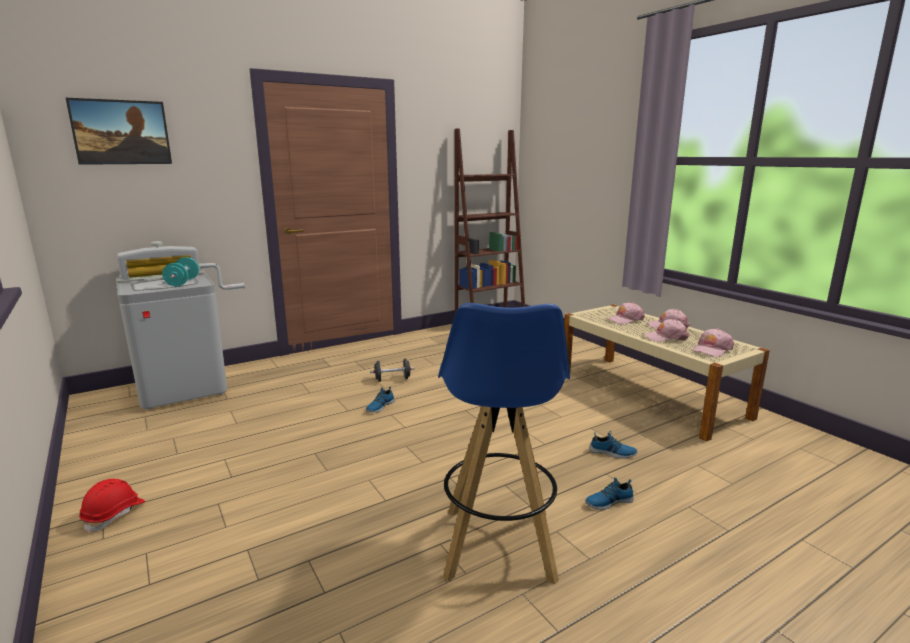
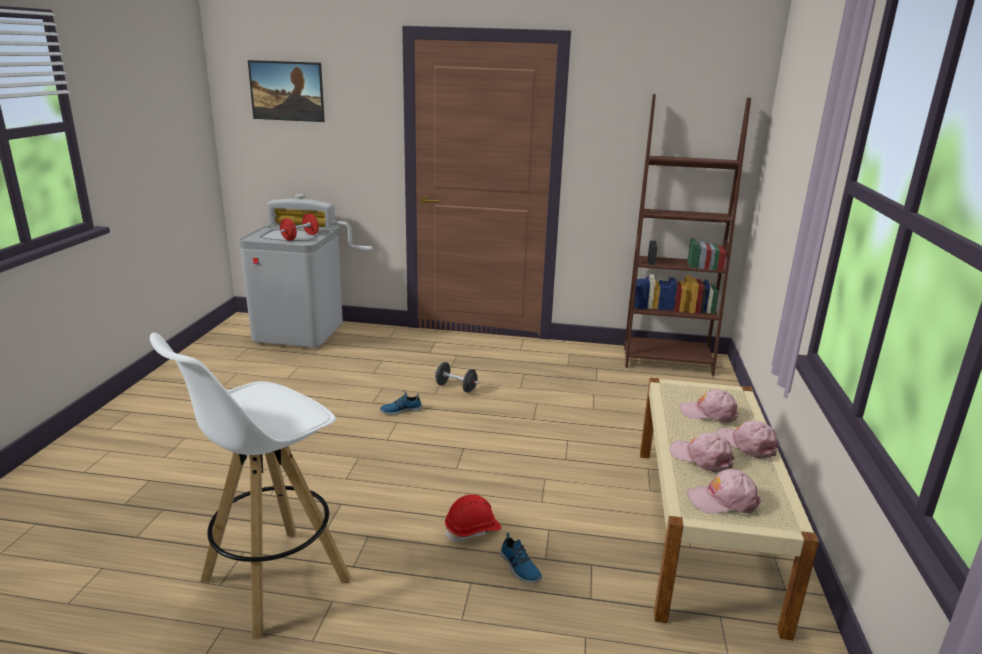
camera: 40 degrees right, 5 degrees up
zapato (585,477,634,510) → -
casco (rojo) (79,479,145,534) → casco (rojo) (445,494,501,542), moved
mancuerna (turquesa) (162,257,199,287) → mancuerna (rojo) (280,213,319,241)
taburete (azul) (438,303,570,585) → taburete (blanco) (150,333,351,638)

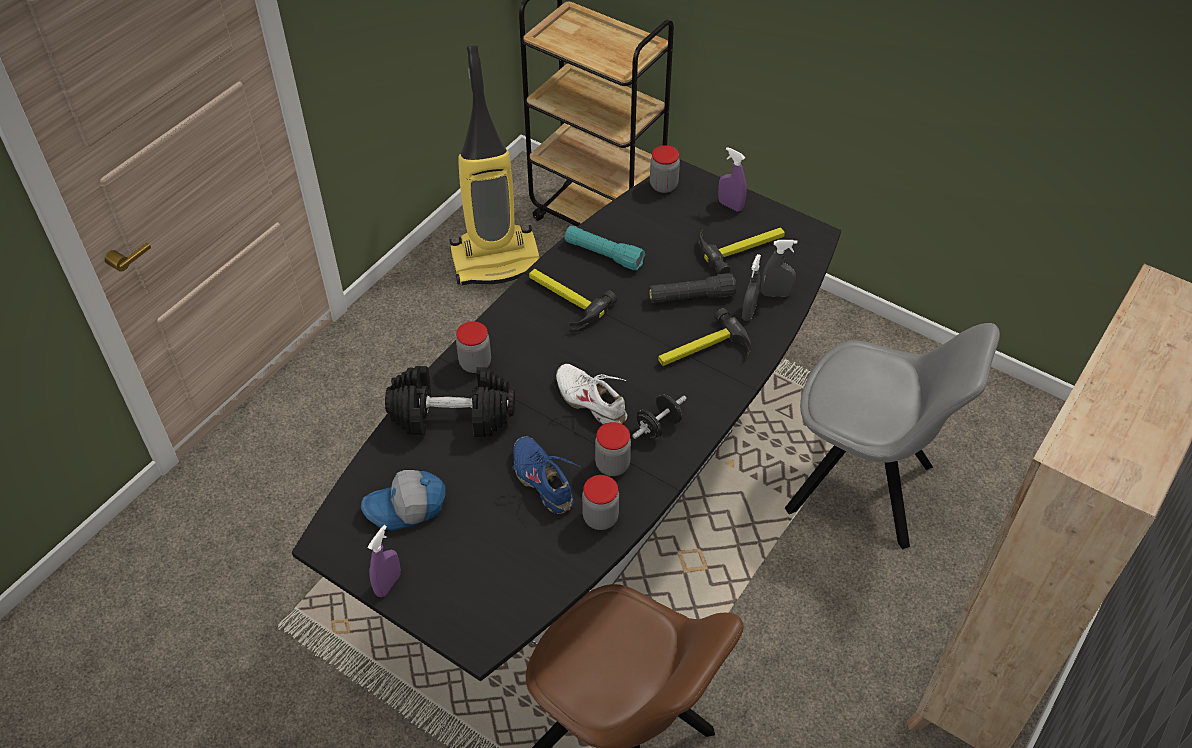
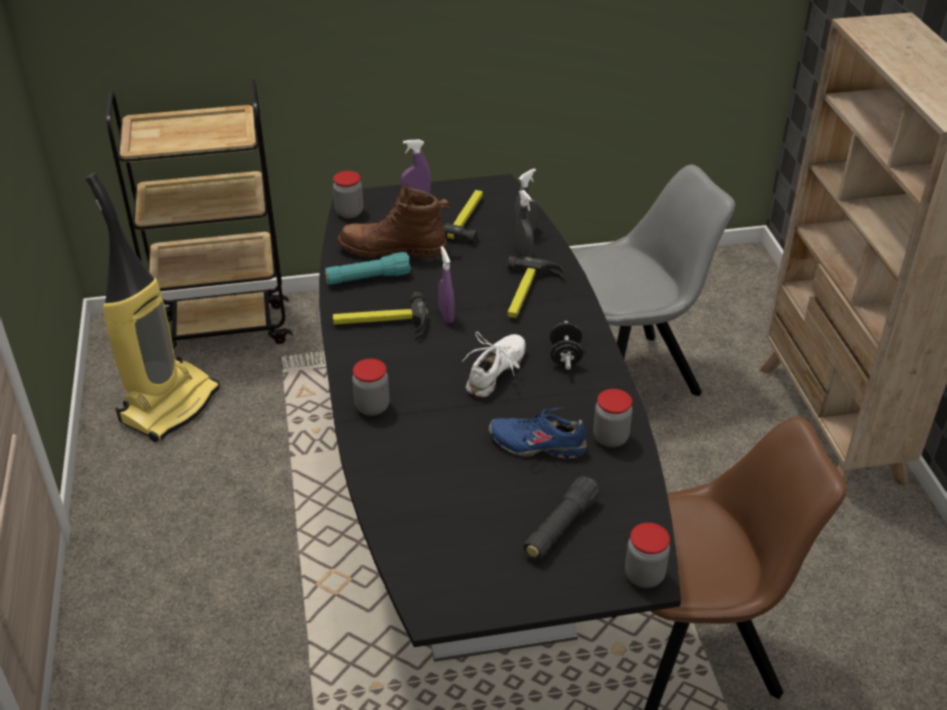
camera: 45 degrees left, 10 degrees down
gorra (361,470,446,530) → -
mancuerna (negro) (385,366,515,437) → -
- → bota (marrón) (337,183,450,258)
pulverizador (morado) (367,525,401,597) → pulverizador (morado) (438,246,455,323), moved
tarro (595,422,631,476) → tarro (625,523,670,588), moved
linterna (negro) (649,273,736,303) → linterna (negro) (523,476,600,560), moved
zapato (blanco) (556,364,627,425) → zapato (blanco) (462,332,526,398), 120 degrees clockwise

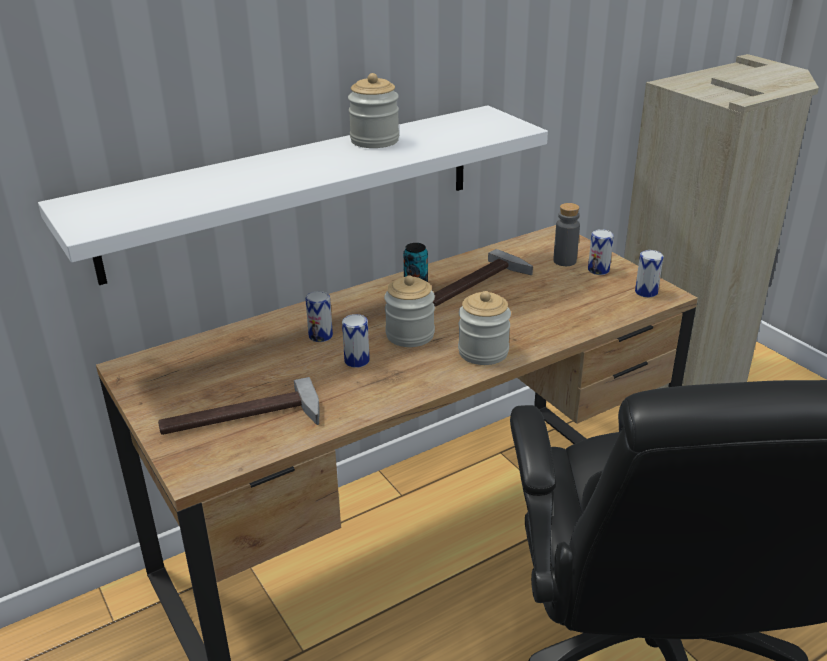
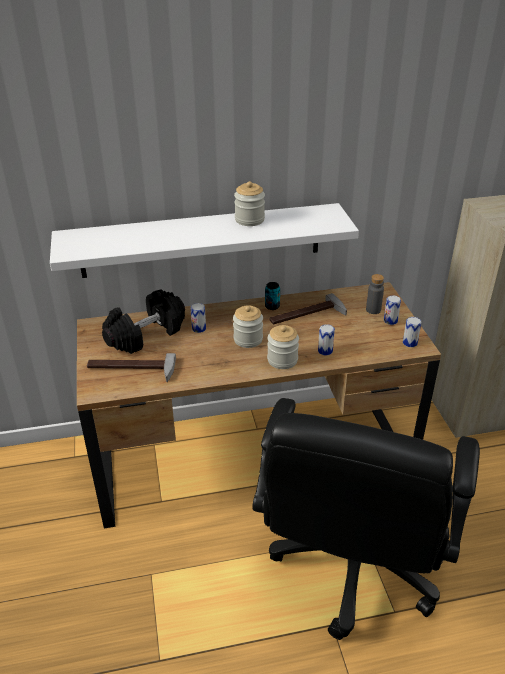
camera: 20 degrees right, 5 degrees up
- → mancuerna (negro) (102,289,185,354)
lata (342,314,370,368) → lata (318,324,335,355), moved

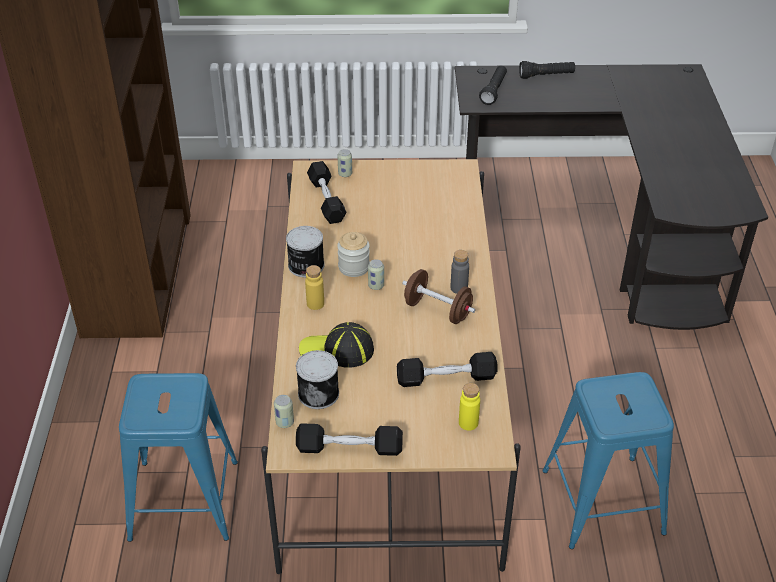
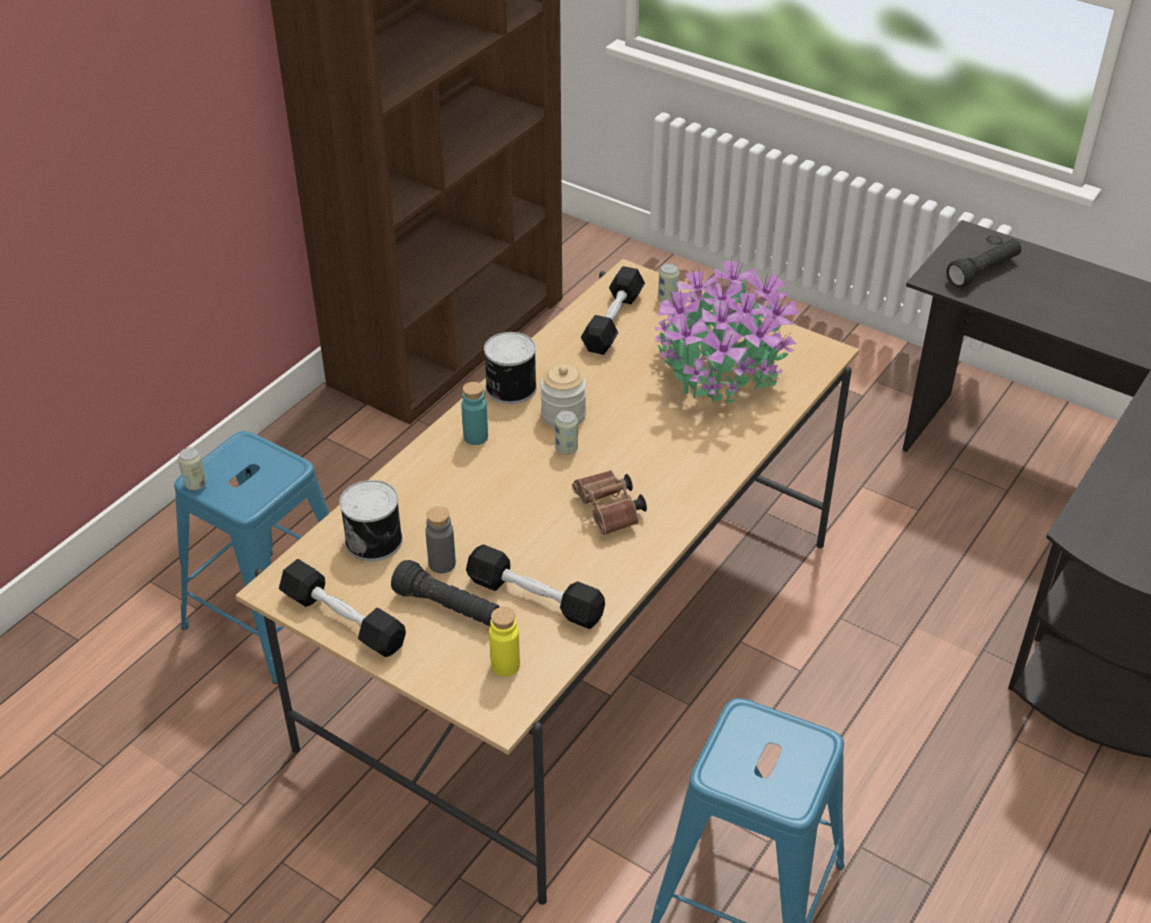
camera: 35 degrees right, 0 degrees up
gorra (299,322,374,368) → -
- → planta en maceta (654,259,799,404)
lata (274,395,294,428) → lata (178,447,206,490), moved
botella (gris) (451,250,469,294) → botella (gris) (426,506,456,574), moved
linterna (negro) (519,61,575,79) → linterna (negro) (391,560,500,626), moved
mancuerna (marrón) (402,269,476,324) → prismáticos (marrón) (572,470,647,535)
botella (amarillo) (305,265,324,310) → botella (turquesa) (461,382,488,445)

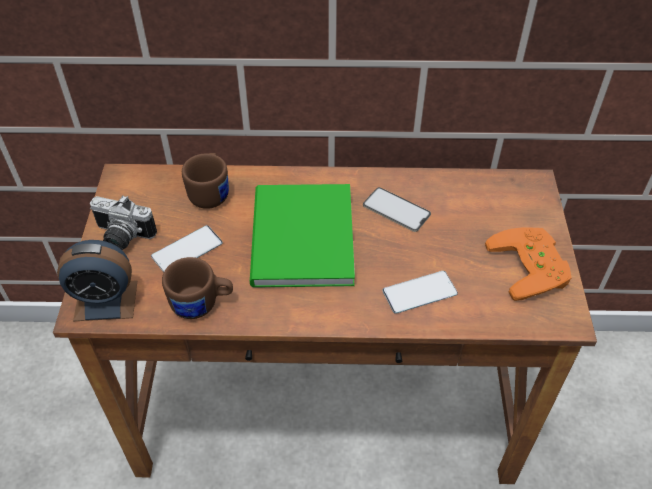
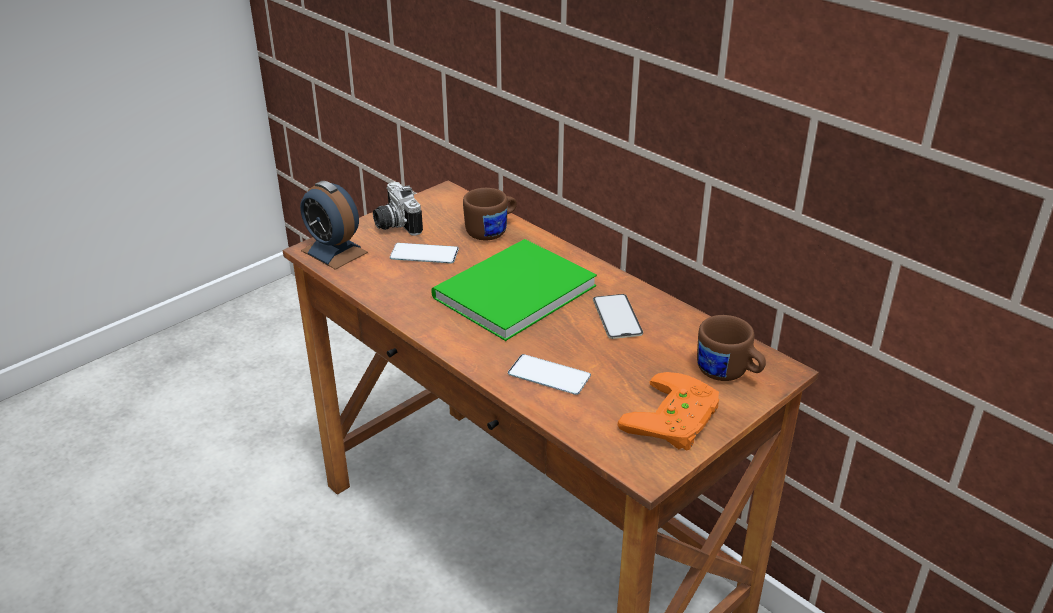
camera: 45 degrees right, 15 degrees down
taza grande (marrón) (162,257,233,319) → taza grande (marrón) (697,315,766,381), moved

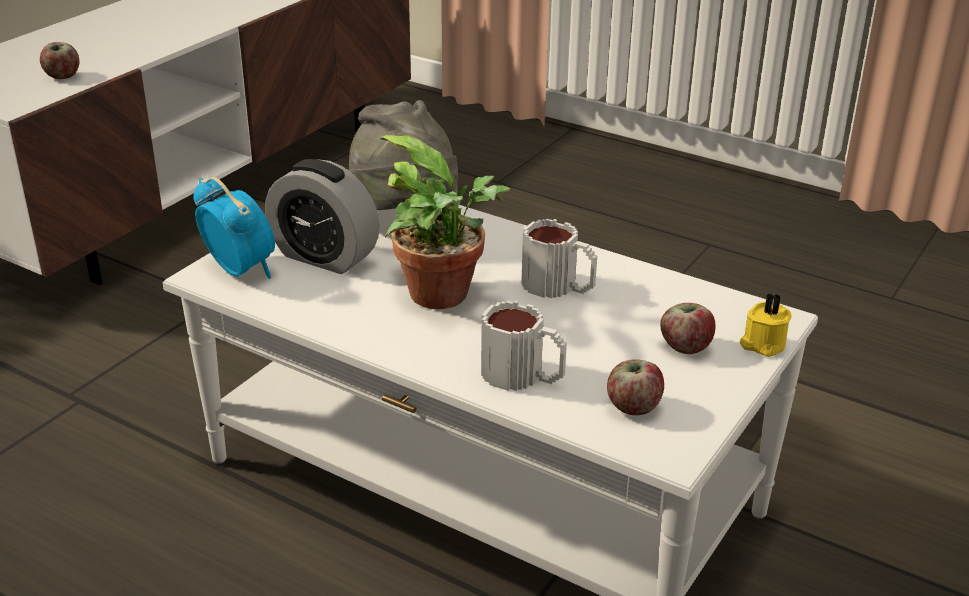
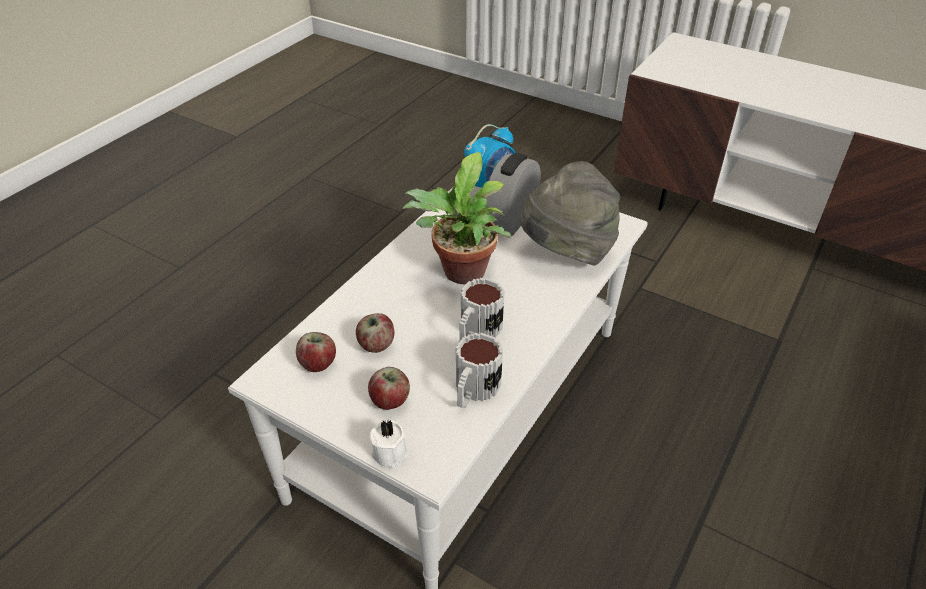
camera: 90 degrees right, 10 degrees up
manzana (40,42,80,79) → manzana (356,313,395,353), moved
taza grande (481,301,567,391) → taza grande (456,333,503,408), moved
vela (amarillo) (740,293,792,357) → vela (blanco) (369,420,409,469)

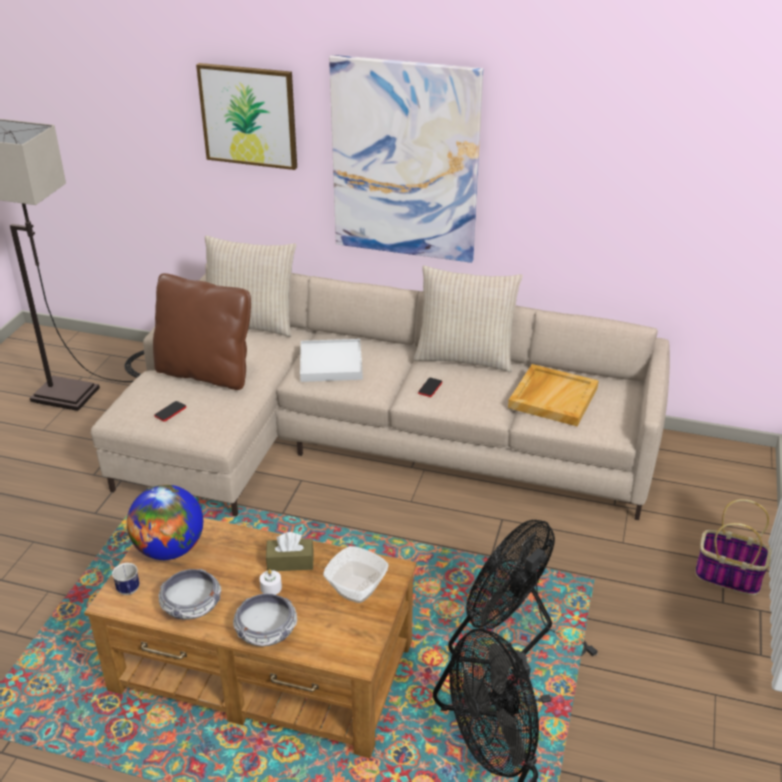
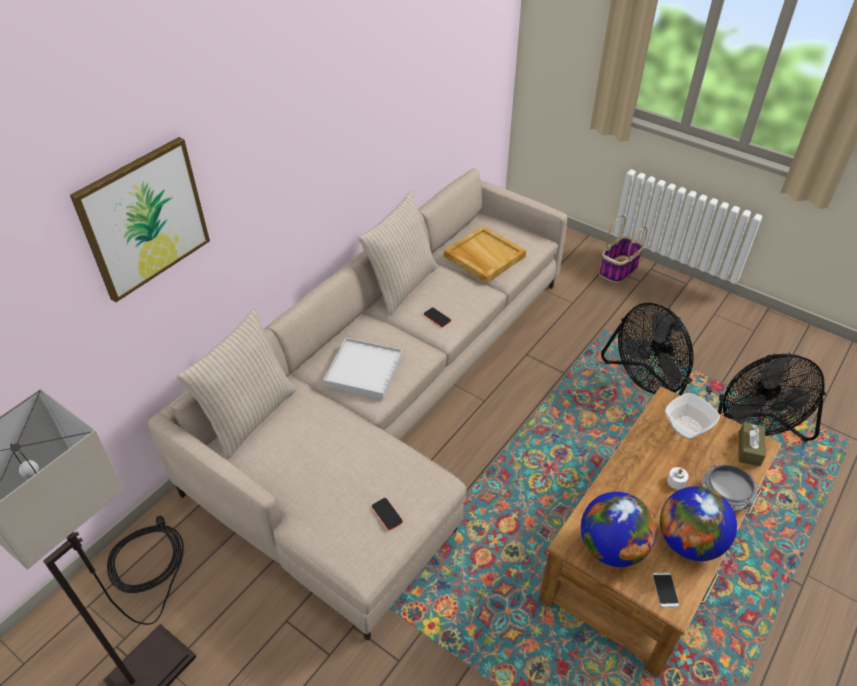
camera: 70 degrees left, 10 degrees up
cojín (marrón) (153,273,251,390) → -
cuadro (329,55,483,263) → -
caja de pañuelos (marrón) (266,532,313,571) → caja de pañuelos (marrón) (738,422,766,467), moved
taza grande (112,563,140,595) → móvil (652,572,679,607)
cuenco (159,569,221,620) → globo terráqueo (660,486,737,561)

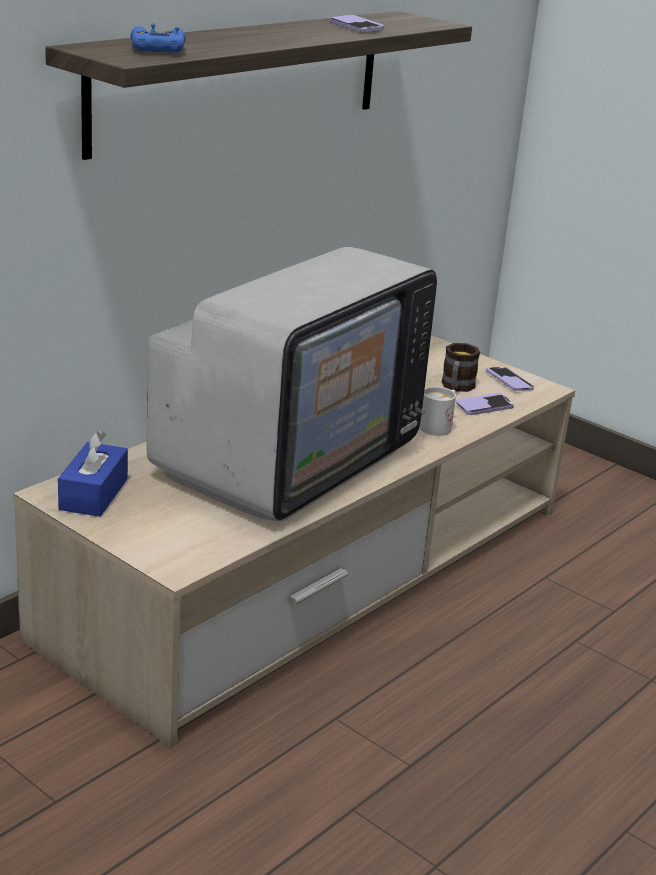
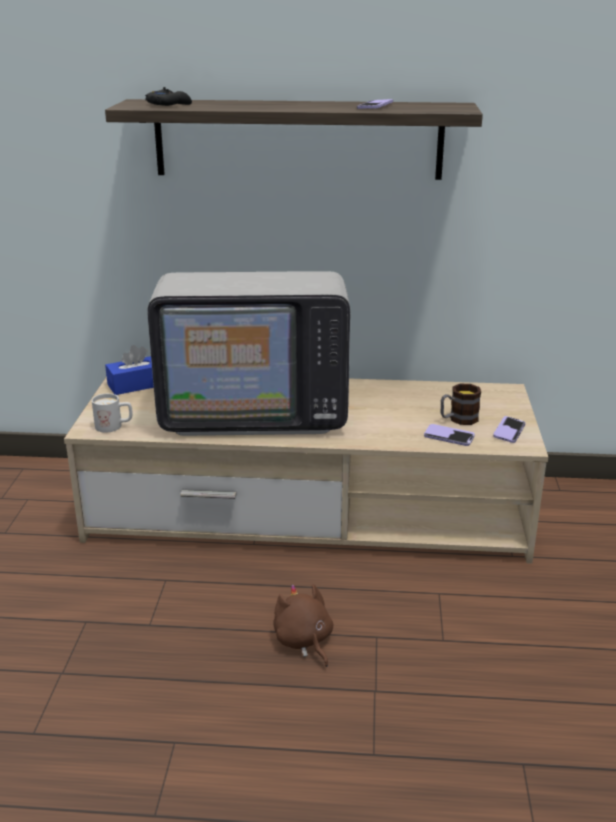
camera: 55 degrees right, 0 degrees up
- → peluche (marrón) (273,584,333,667)
taza grande (blanco) (419,387,456,436) → taza grande (blanco) (92,393,133,433), moved
mando de consola (azul) (131,24,186,52) → mando de consola (negro) (145,87,192,106)

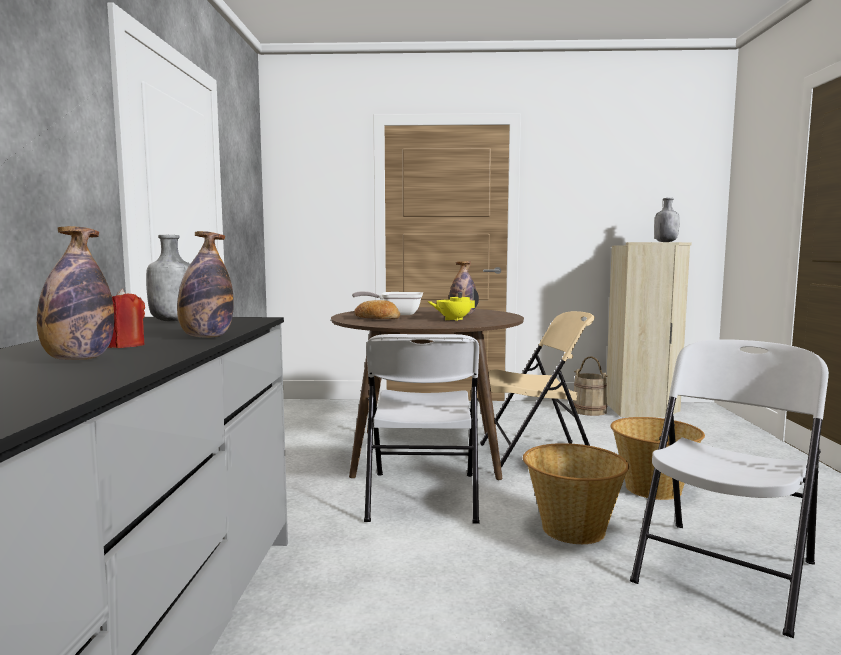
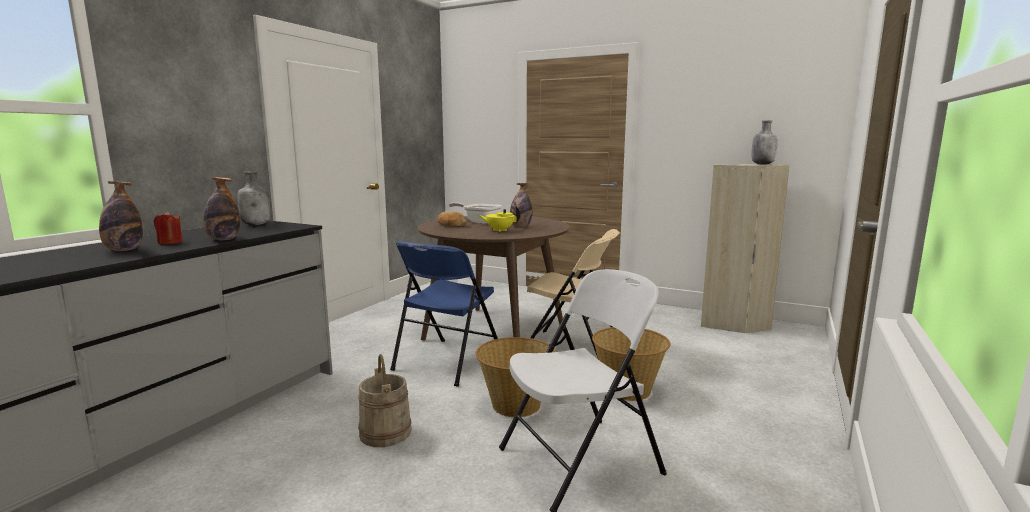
camera: 25 degrees right, 5 degrees up
cubo (beis) (573,356,608,416) → cubo (beis) (358,354,412,447), moved
silla (blanco) (364,334,479,524) → silla (azul) (390,241,498,387)

